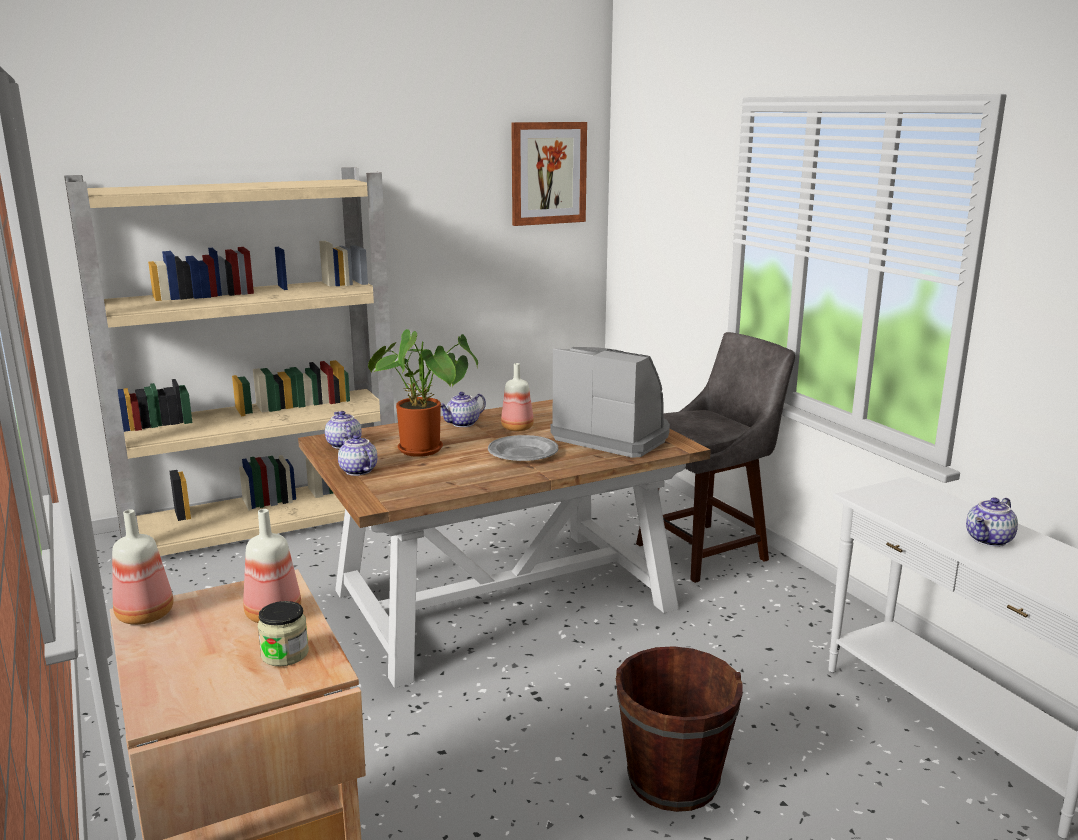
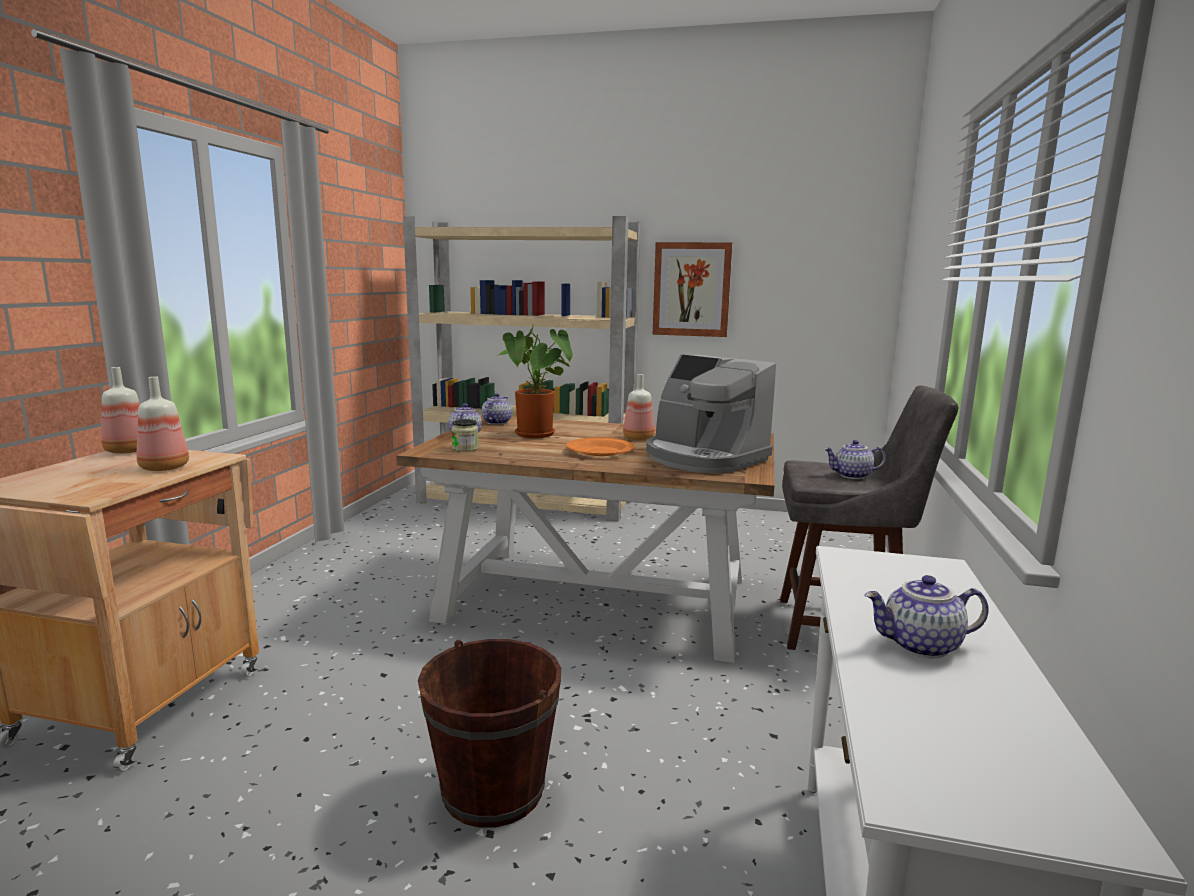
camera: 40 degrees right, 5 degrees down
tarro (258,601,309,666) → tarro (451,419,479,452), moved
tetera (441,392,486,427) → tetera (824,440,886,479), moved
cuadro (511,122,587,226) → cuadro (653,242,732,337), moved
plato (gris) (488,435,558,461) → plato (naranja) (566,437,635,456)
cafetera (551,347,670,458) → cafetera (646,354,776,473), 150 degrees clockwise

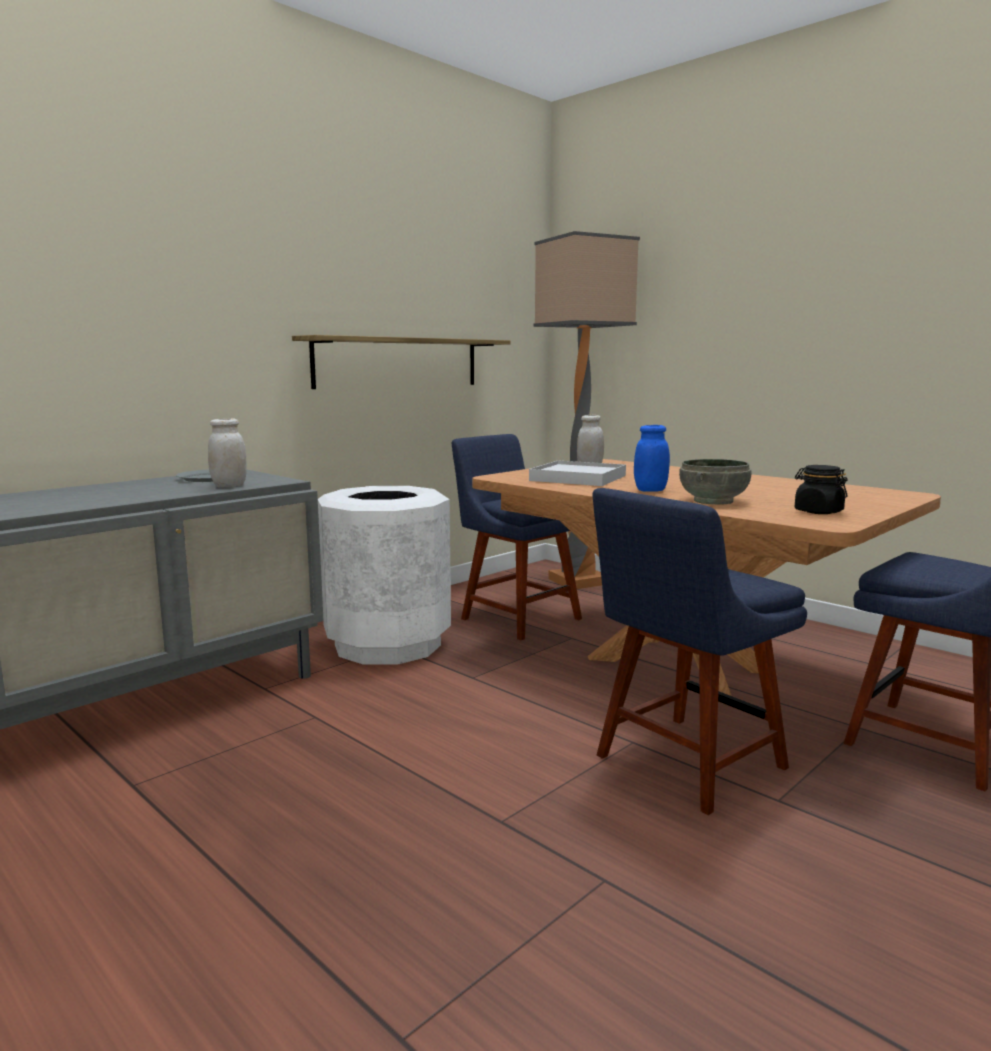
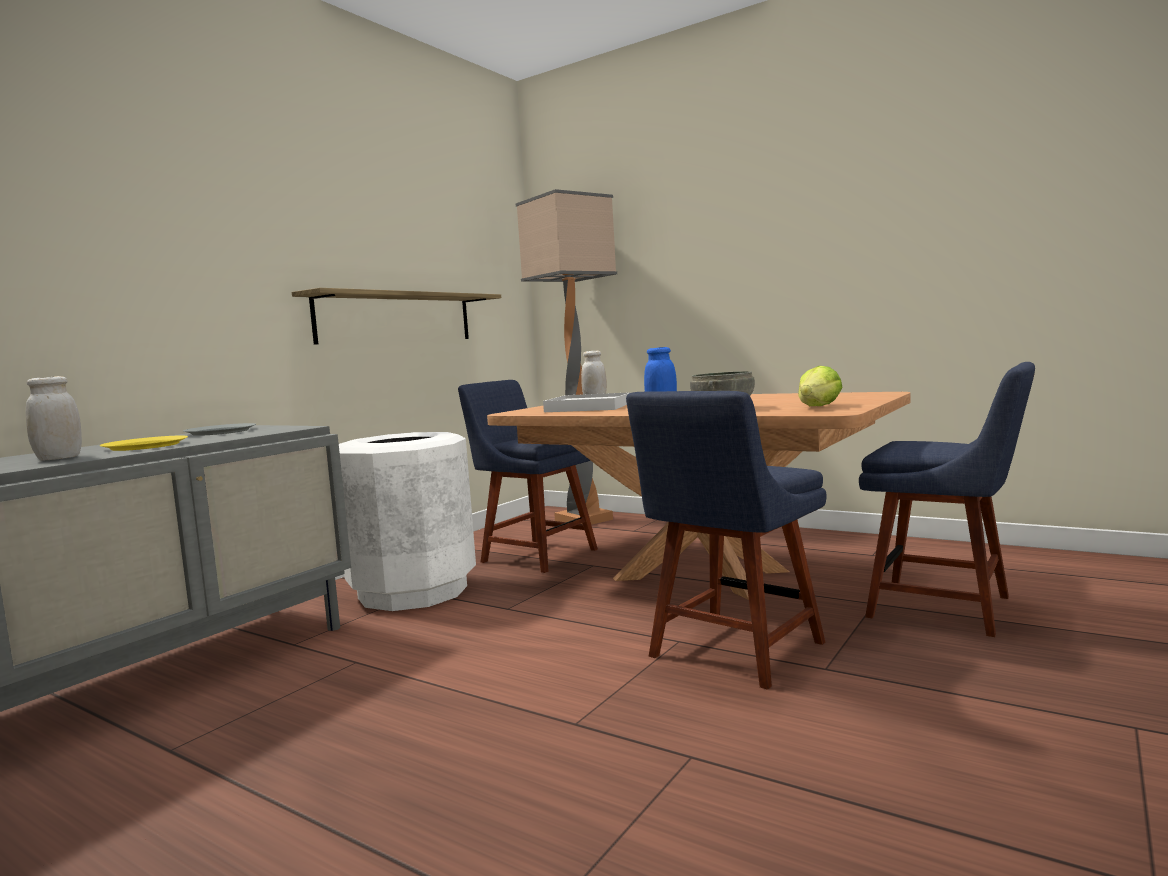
camera: 10 degrees left, 5 degrees down
- → plato (amarillo) (100,436,188,451)
tarro (blanco) (208,418,247,487) → tarro (blanco) (26,376,82,461), moved
tarro (negro) (794,465,848,514) → lechuga (798,366,842,406)

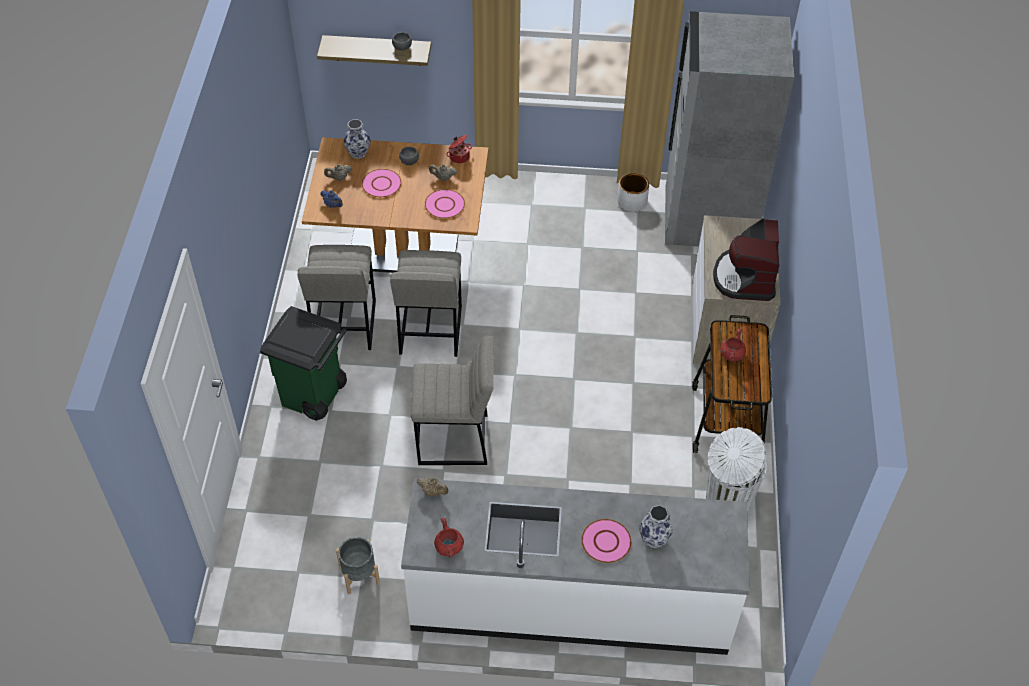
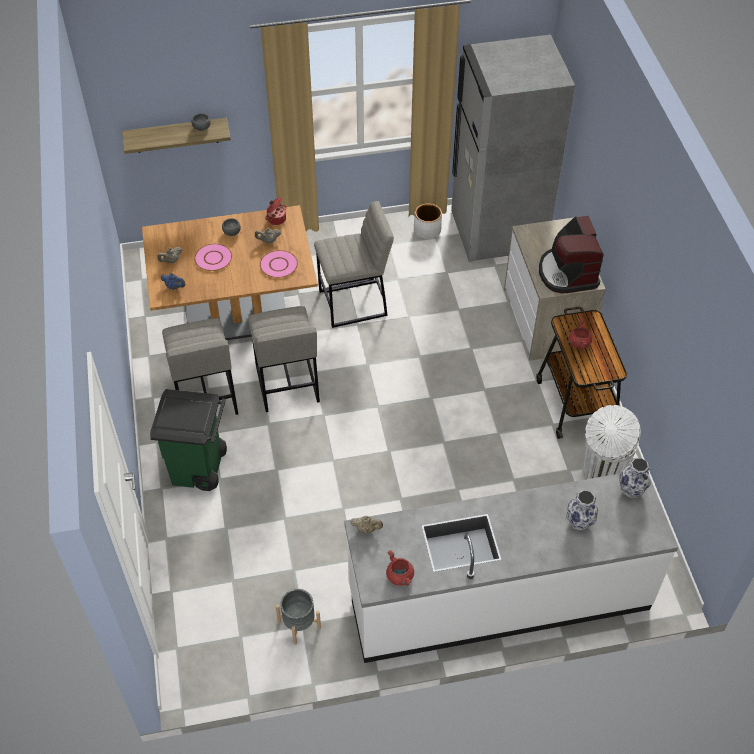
camera: 15 degrees left, 0 degrees up
plato (rosa) (582,519,631,563) → -
florero (343,119,371,159) → florero (619,458,651,498), moved
silla (gris) (411,336,494,465) → silla (gris) (314,201,394,328), moved

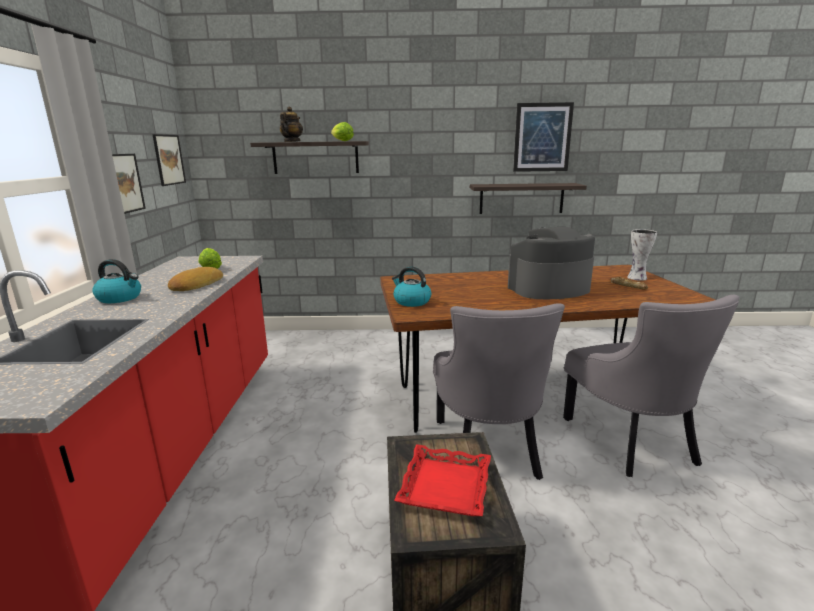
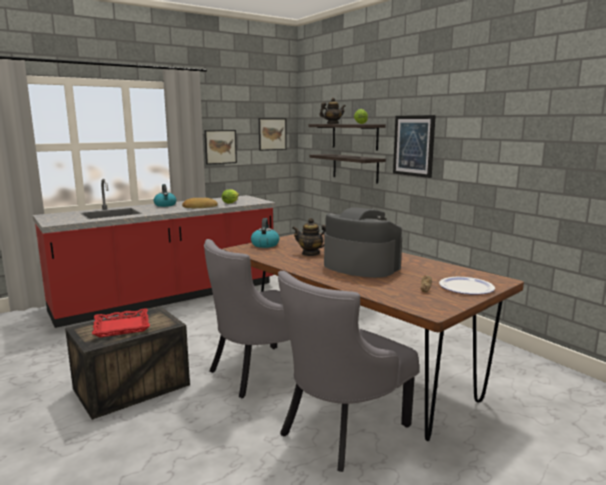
camera: 55 degrees right, 5 degrees down
- → tetera (292,218,326,256)
estante (470,183,587,214) → estante (309,154,386,184), moved
cuadro (513,102,574,172) → cuadro (393,115,436,178), moved
florero (627,229,657,281) → plato (439,277,495,295)

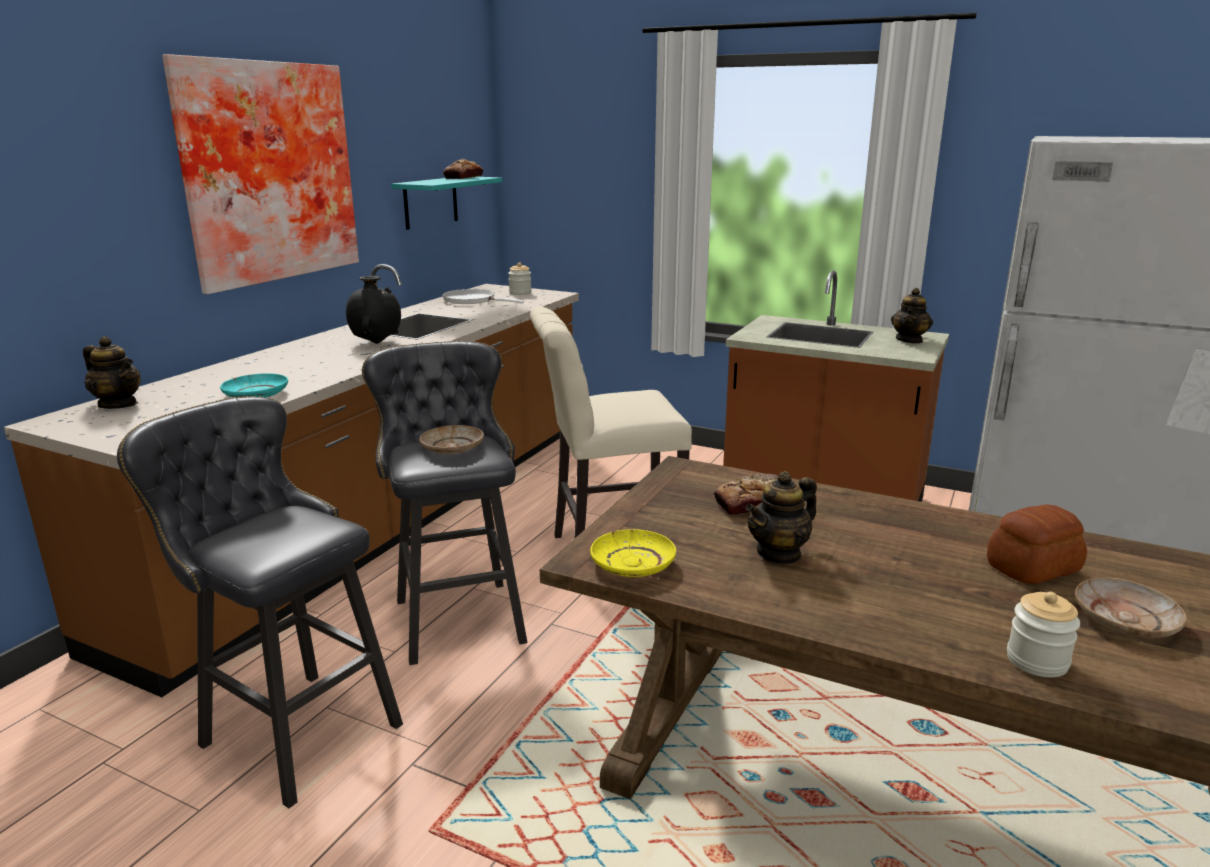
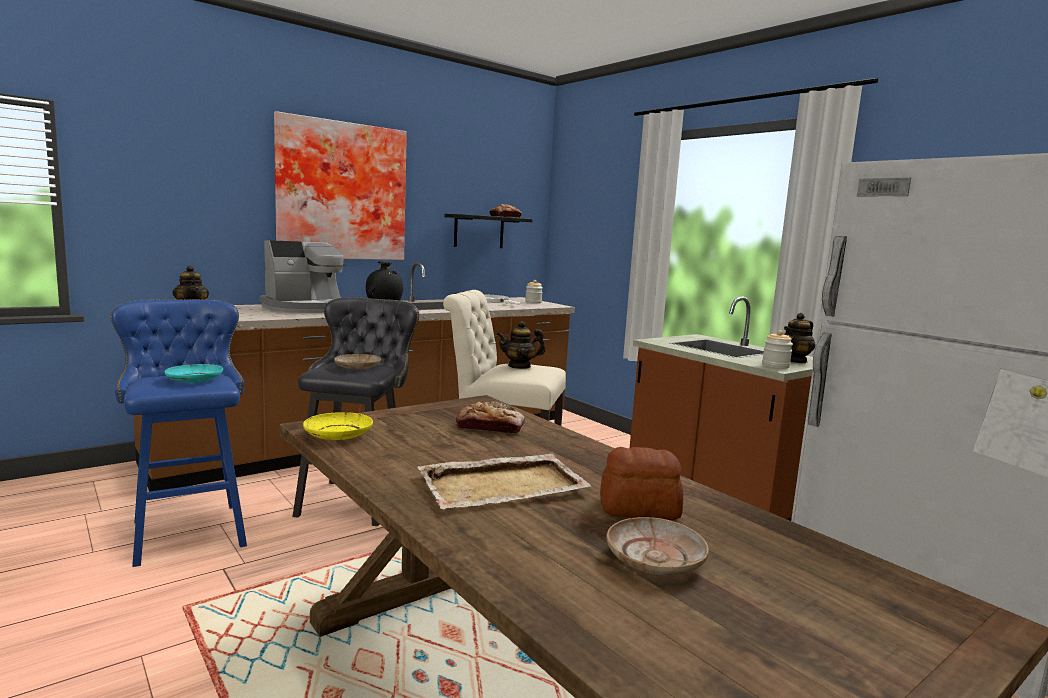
camera: 25 degrees right, 10 degrees down
- → cafetera (259,240,346,313)
- → bandeja (beis) (418,453,592,509)
plato (turquesa) (220,373,288,398) → plato (turquesa) (164,364,223,383), moved
tetera (746,471,817,565) → tetera (497,321,546,369), moved
tarro (1007,592,1080,677) → tarro (762,330,793,369), moved
taburete (negro) (117,396,403,808) → taburete (azul) (111,299,247,567)
estante (turquesa) (391,177,502,230) → estante (negro) (445,214,533,248)

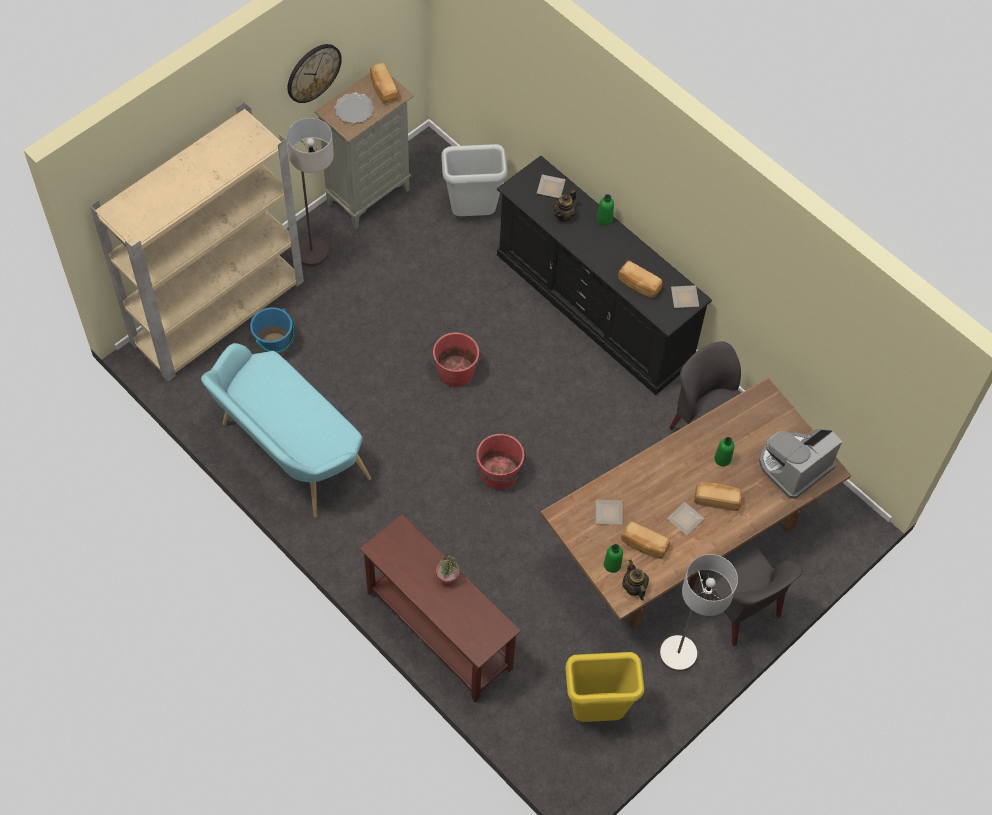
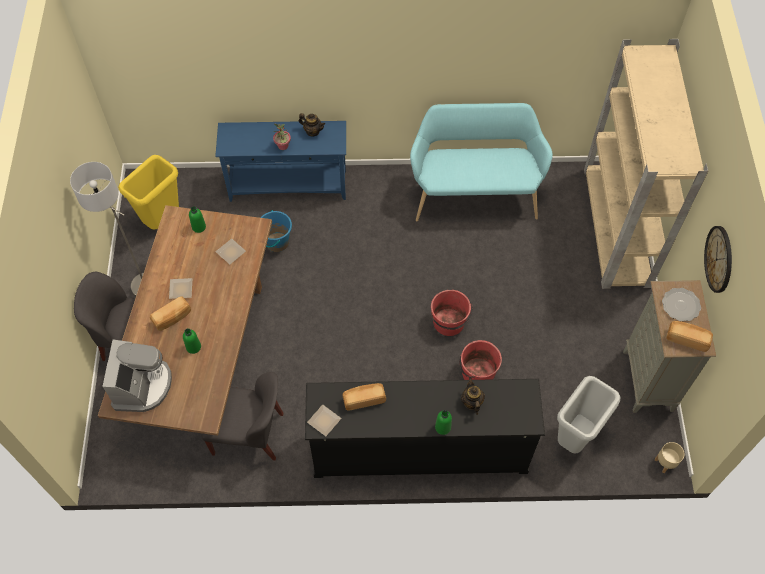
camera: 135 degrees right, 0 degrees up
lámpara de pie (gris) (287,118,334,266) → -
plato (537,174,566,198) → -
pan (621,521,670,559) → -
- → maceta (beis) (655,442,684,473)
cubo (azul) (250,307,295,355) → cubo (azul) (261,210,292,252), moved
cubo (rojo) (476,434,527,489) → cubo (rojo) (459,340,502,380), moved
tetera (622,560,649,600) → tetera (299,113,325,137), moved
mesa consola (marrón) (360,514,521,702) → mesa consola (azul) (215,121,346,202)

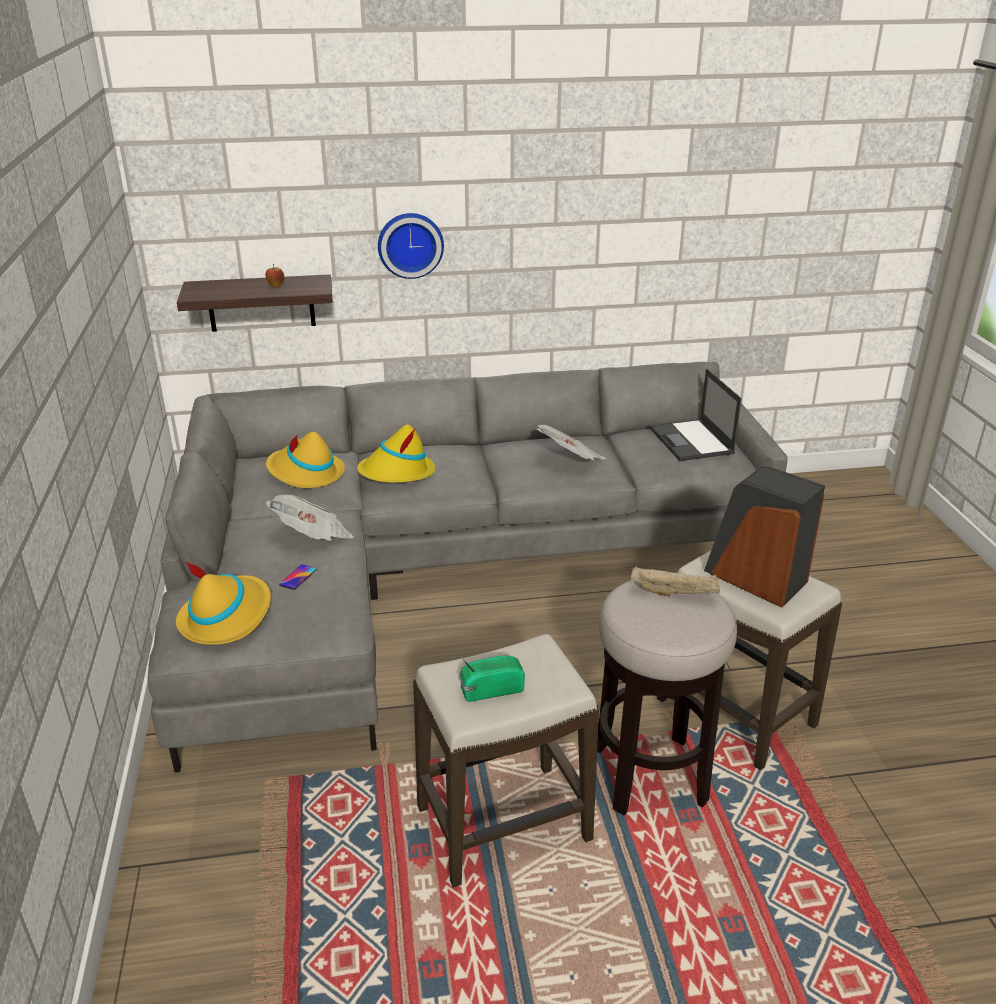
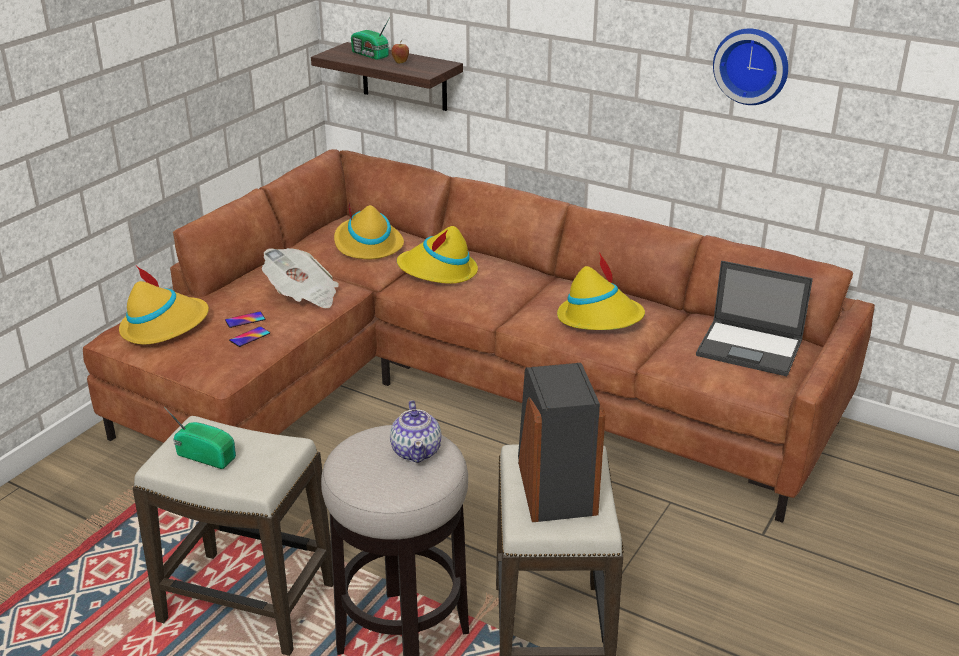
camera: 40 degrees right, 0 degrees up
- → móvil (229,326,270,347)
- → radio (351,17,390,60)
reloj de pared (378,213,444,279) → reloj de pared (713,29,788,105), moved
periódico (537,425,606,461) → sombrero (amarillo) (557,252,645,330)
bandeja (beis) (630,567,720,597) → tetera (390,400,441,463)
sofá (gris) (148,362,788,773) → sofá (marrón) (83,149,875,523)
portátil (650,369,742,461) → portátil (696,261,813,376), 90 degrees counterclockwise

